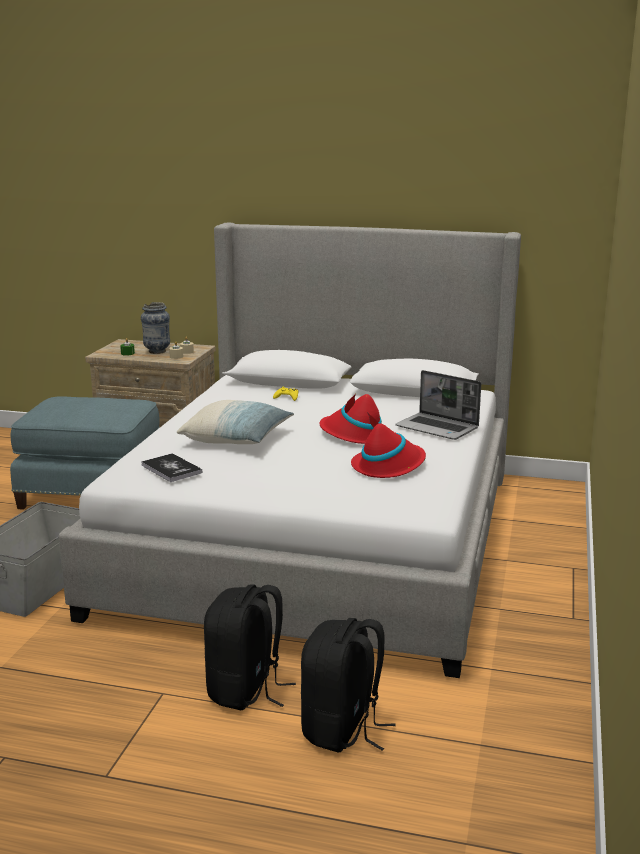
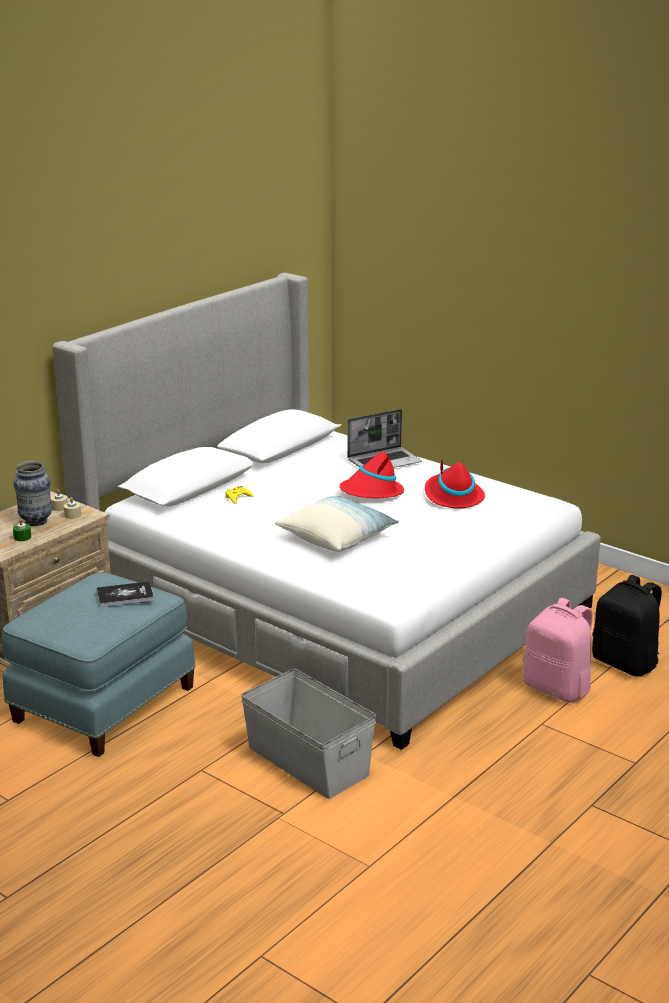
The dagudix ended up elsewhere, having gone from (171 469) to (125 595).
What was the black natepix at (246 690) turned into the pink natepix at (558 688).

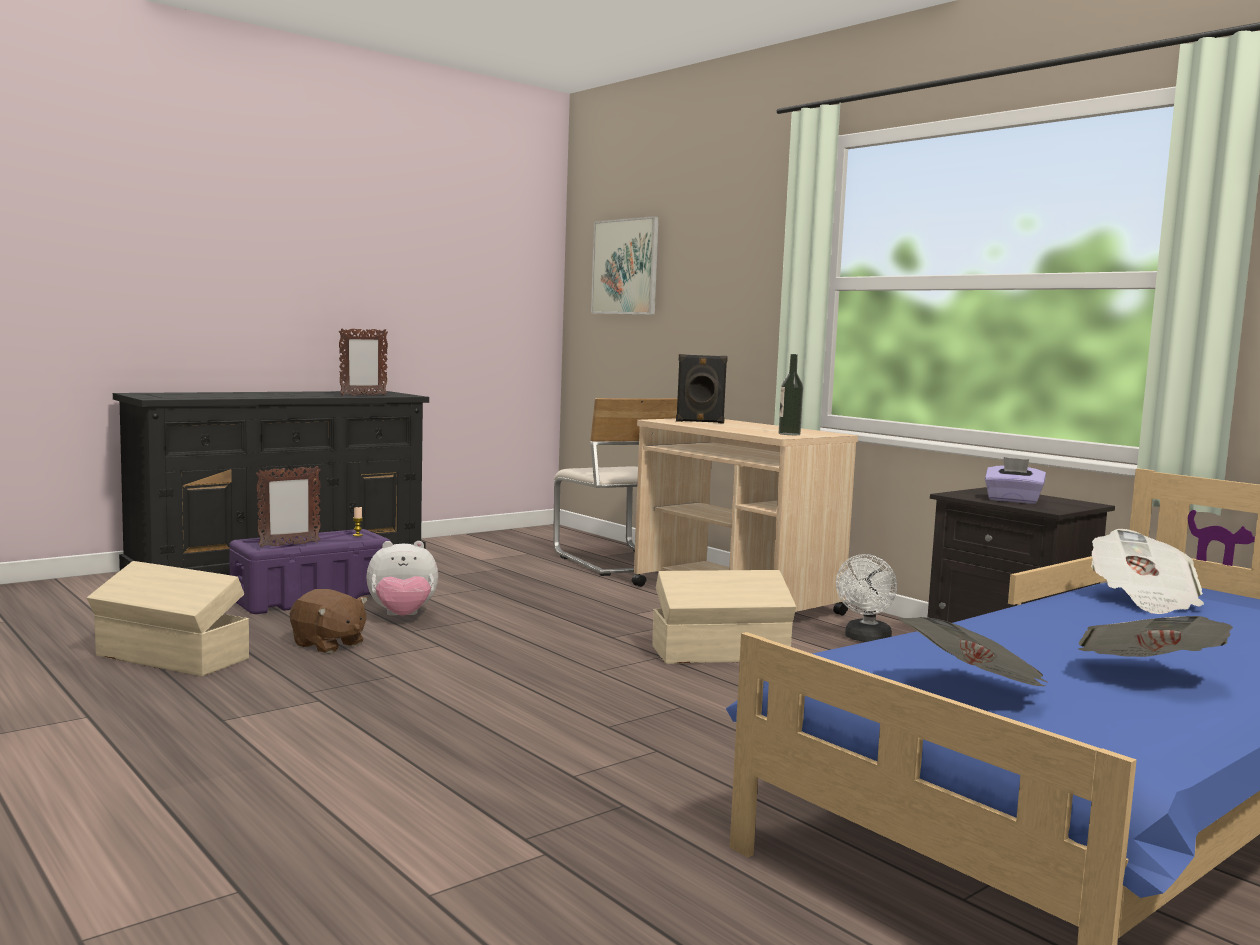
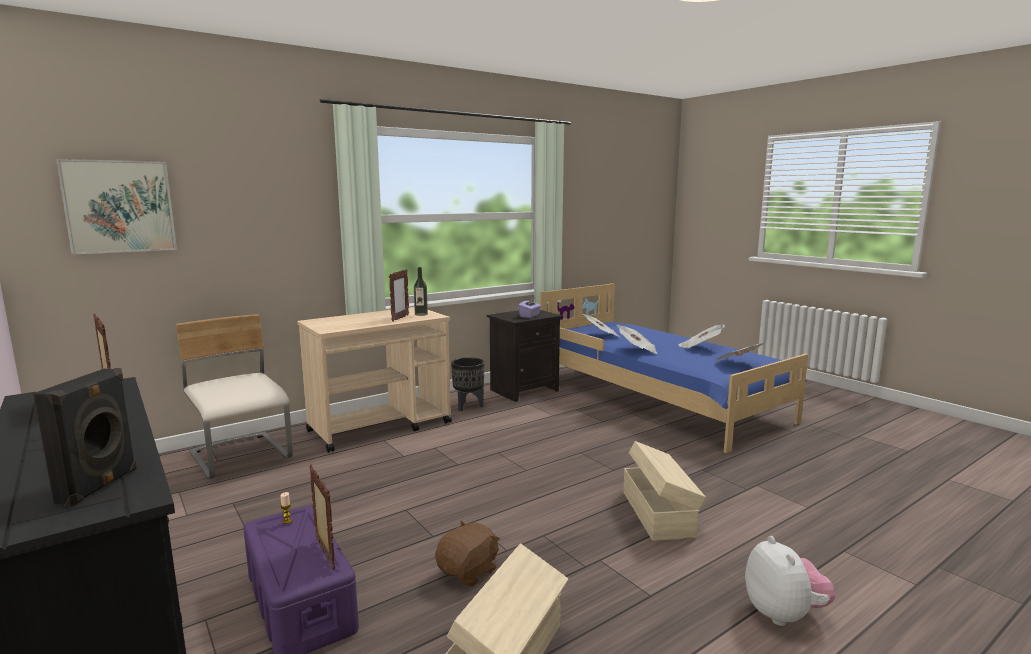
The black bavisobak ended up elsewhere, having gone from (700 422) to (100 486).
The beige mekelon at (614 561) ended up facing another way, 105 degrees counterclockwise from before.
The second view gained the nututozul at (400 318).
Where the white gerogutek stood at (866 639), the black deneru came to stand at (468 406).
The second view gained the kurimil at (637 350).
The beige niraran ended up elsewhere, having gone from (722 654) to (658 513).
The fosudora ended up elsewhere, having gone from (402 616) to (784 614).

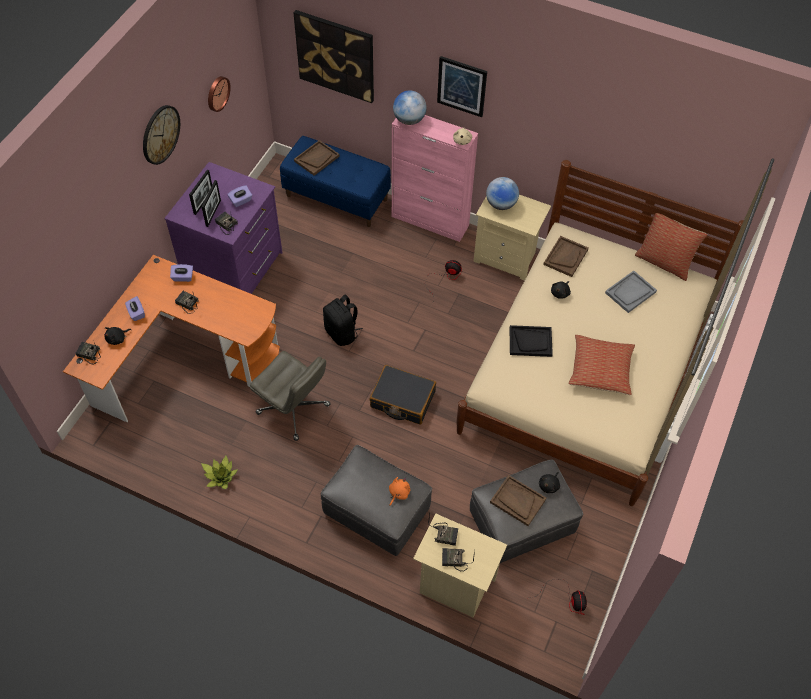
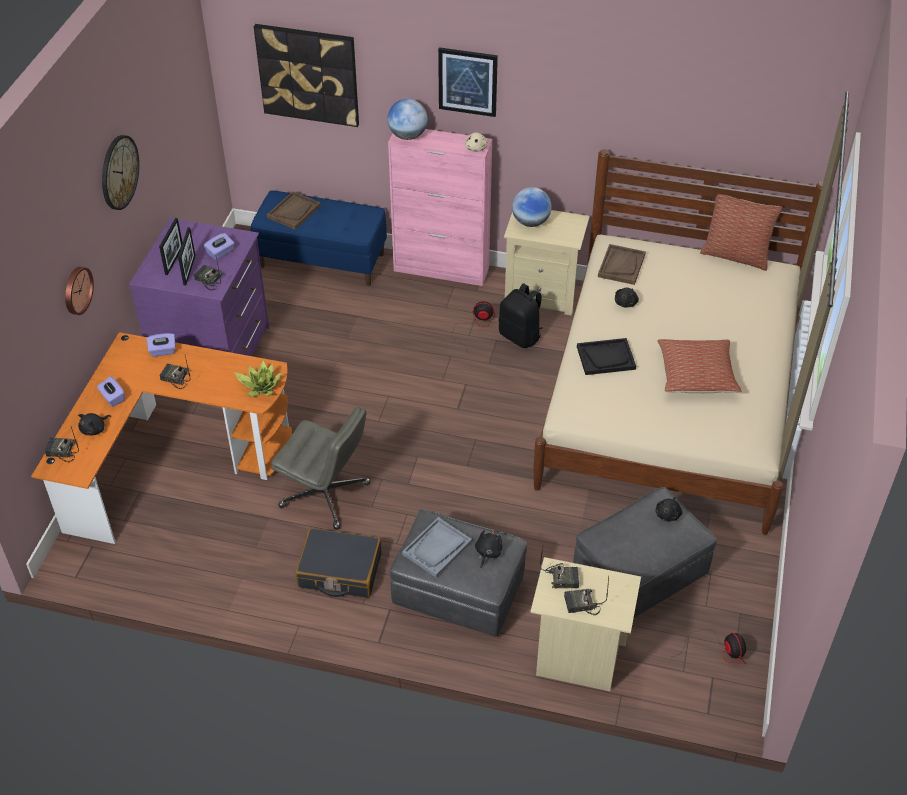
The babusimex ended up elsewhere, having gone from (217 93) to (76 290).
The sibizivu ended up elsewhere, having gone from (220 476) to (260 386).
The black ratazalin ended up elsewhere, having gone from (402 400) to (340 571).
The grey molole ended up elsewhere, having gone from (630 292) to (437 548).
What was the orange fosudora at (398 493) turned into the black fosudora at (487 552).
The black natepix ended up elsewhere, having gone from (342 333) to (520 336).
The second view lost the brown molole at (517 501).

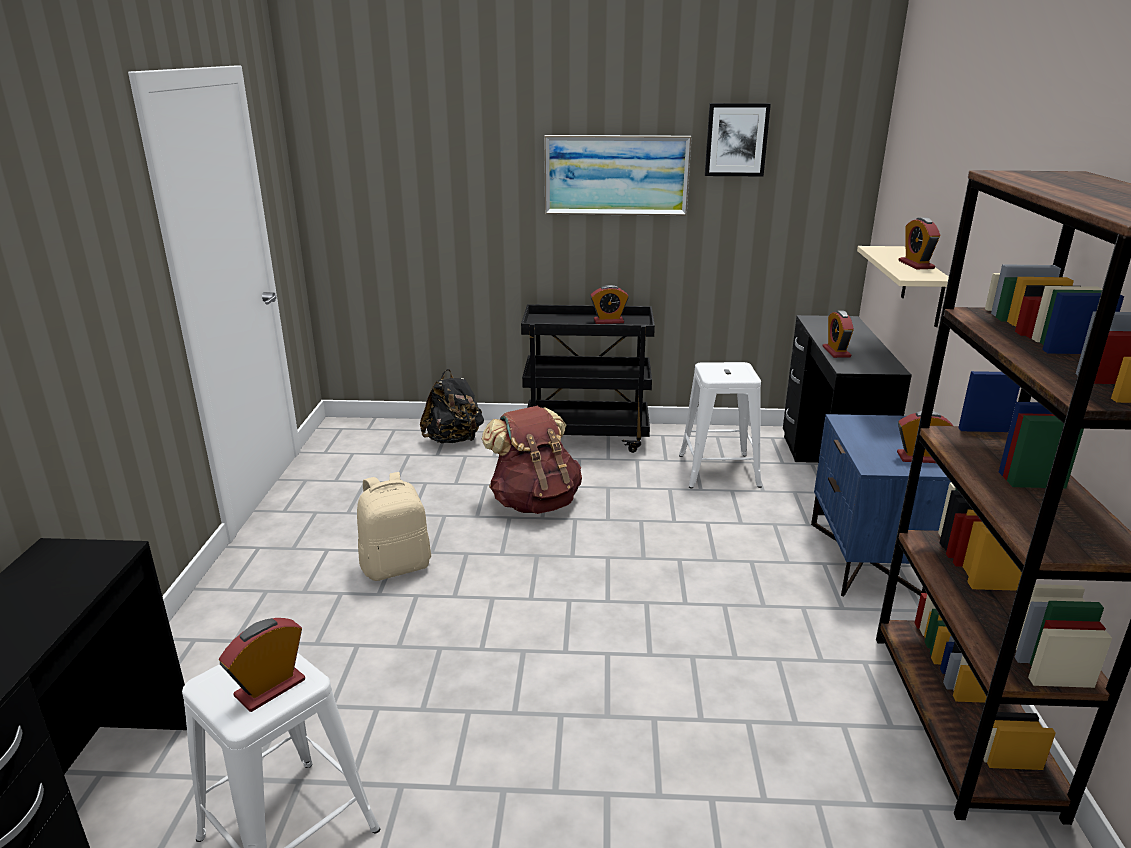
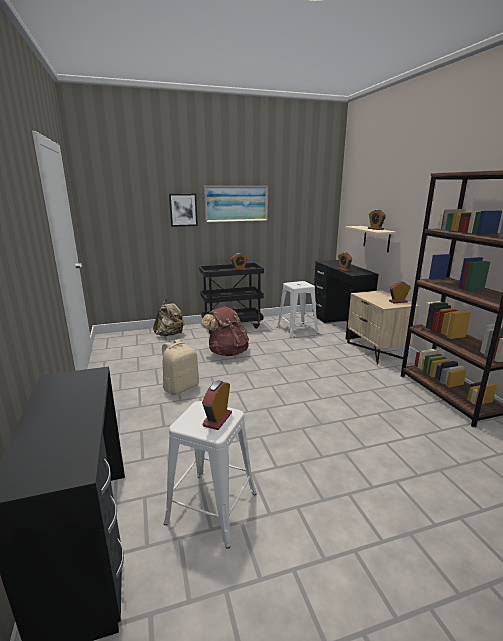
What was the black natepix at (454 440) turned into the beige natepix at (170 334).
The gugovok ended up elsewhere, having gone from (736 140) to (183 210).
What was the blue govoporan at (867 559) turned into the beige govoporan at (376 351).

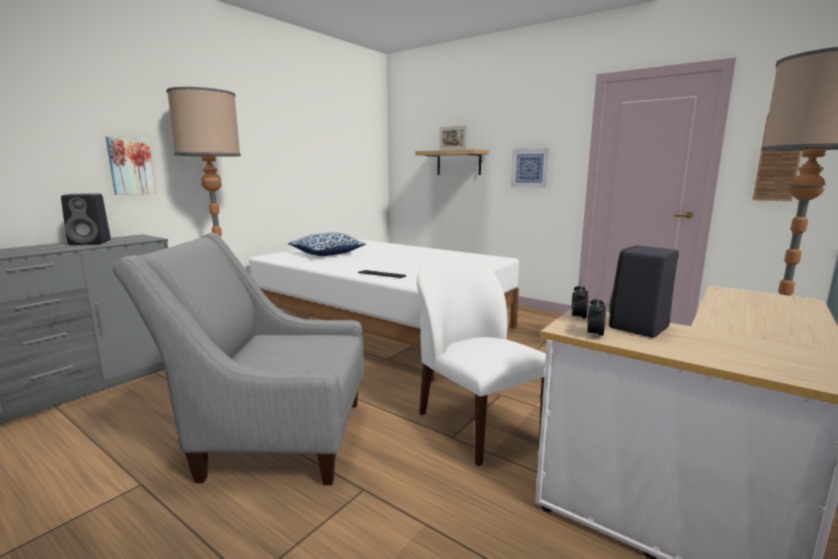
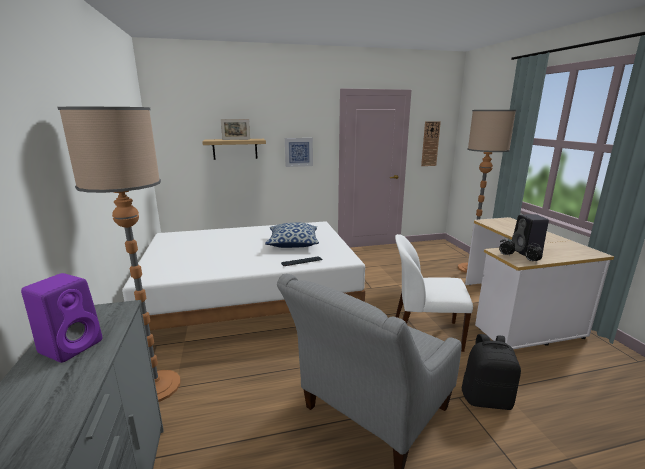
What was the black bavisobak at (92 242) turned into the purple bavisobak at (72 345).
The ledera ended up elsewhere, having gone from (327 254) to (293 243).
The second view gained the black natepix at (486 398).
The second view lost the gugovok at (130 166).

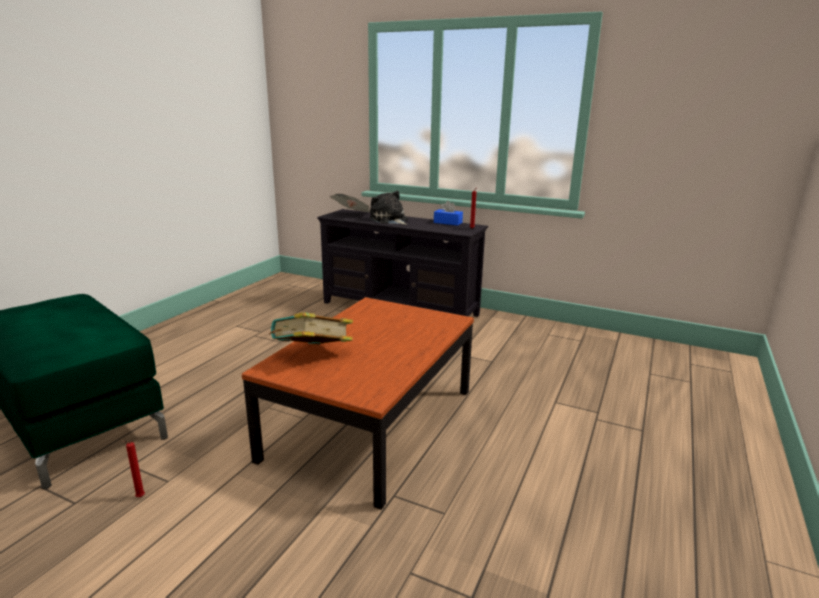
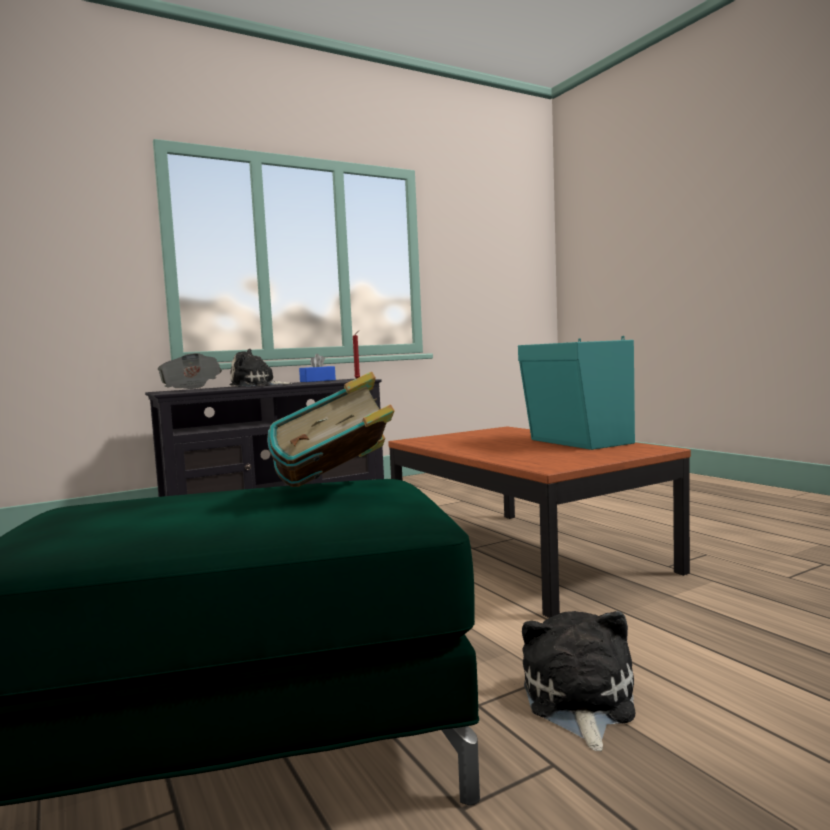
The dagudix ended up elsewhere, having gone from (312 355) to (335 491).
The second view gained the turquoise bavisobak at (578 442).
Where the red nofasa stood at (139 497), the fosudora came to stand at (578 702).

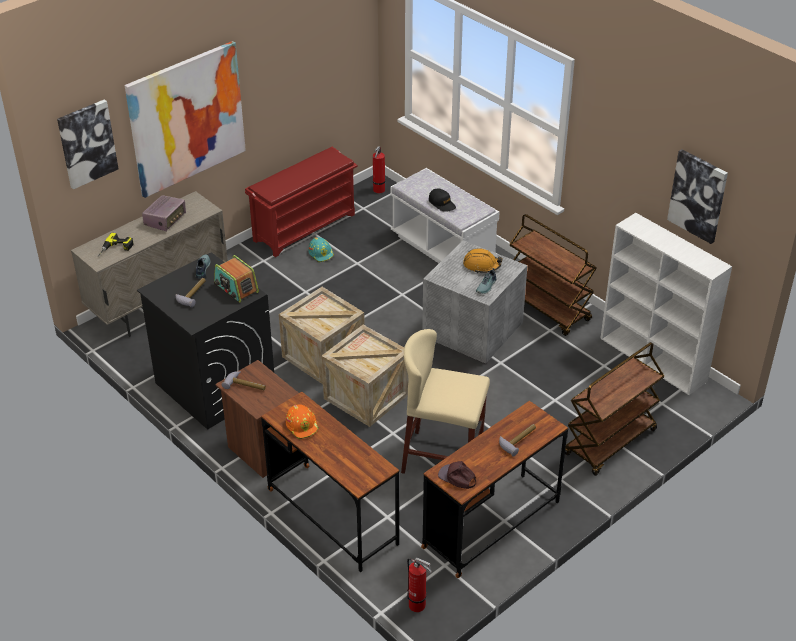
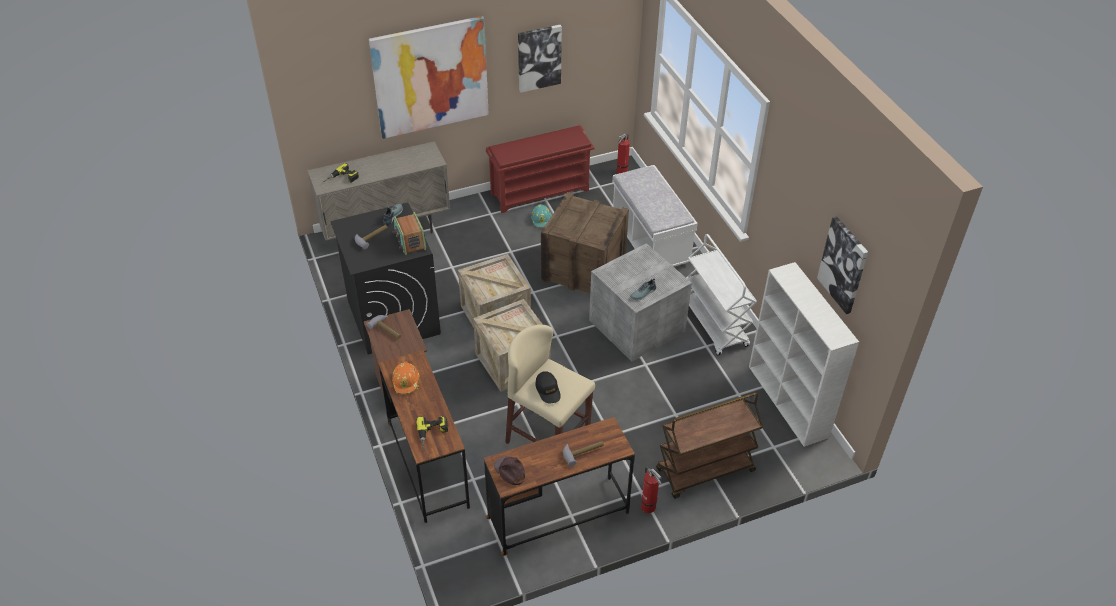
The second view gained the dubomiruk at (433 435).
The gugovok ended up elsewhere, having gone from (87 143) to (539 57).
The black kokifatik ended up elsewhere, having gone from (442 203) to (548 390).
The second view gained the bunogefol at (583 269).
The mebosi ended up elsewhere, having gone from (418 606) to (649 508).
What was the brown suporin at (547 309) turned into the white suporin at (714 325).
The second view lost the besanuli at (165 220).
The second view lost the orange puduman at (481 265).

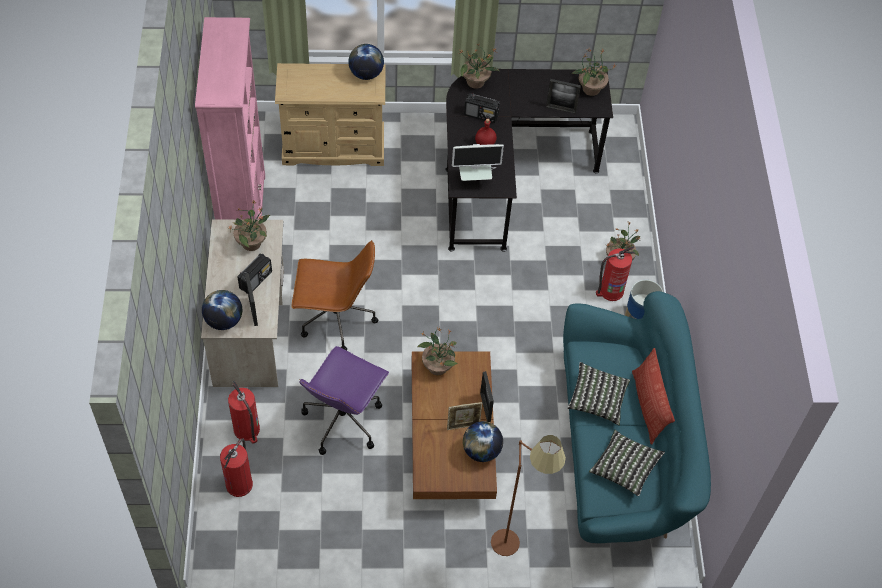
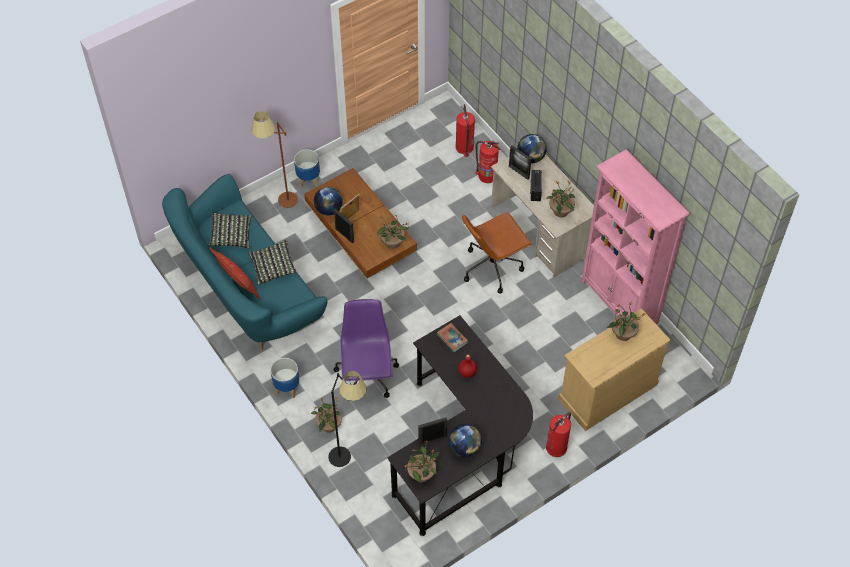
The second view gained the deneru at (308 180).
The second view gained the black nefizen at (350 456).
The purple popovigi ended up elsewhere, having gone from (343 419) to (367 377).
Where the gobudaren stood at (474 179), the dagudix came to stand at (452 338).
The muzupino ended up elsewhere, having gone from (366 74) to (464 448).
The mebosi ended up elsewhere, having gone from (610 291) to (557 447).
The sibizivu ended up elsewhere, having gone from (476 82) to (622 334).
The second view lost the besanuli at (481 115).

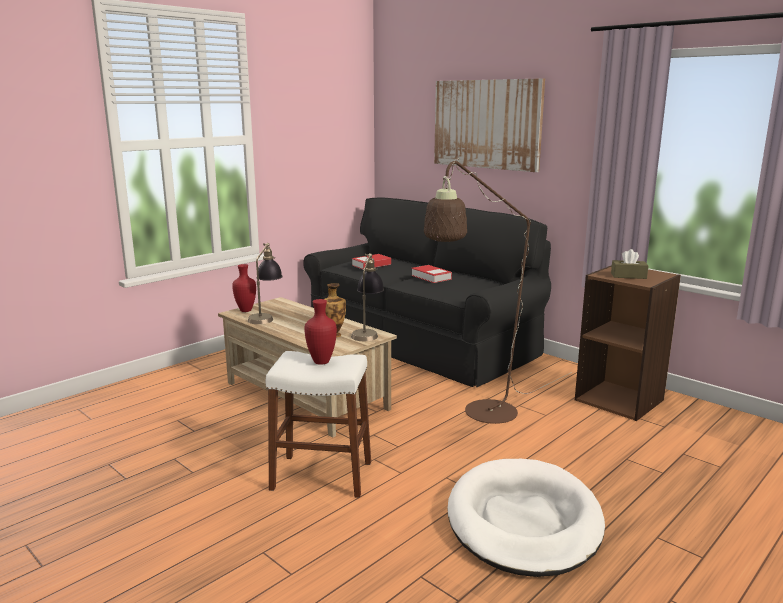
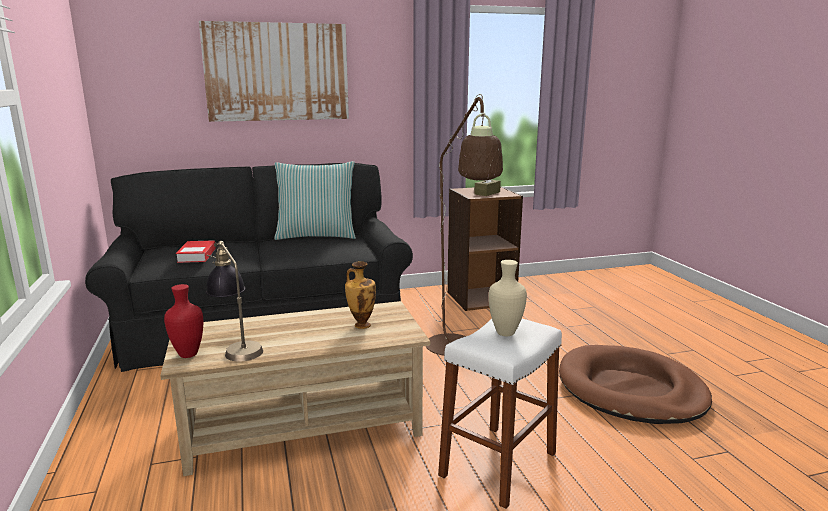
The second view gained the ledera at (316 236).
What was the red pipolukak at (320 362) turned into the beige pipolukak at (505 333).
What was the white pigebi at (523 521) turned into the brown pigebi at (630 390).
The second view lost the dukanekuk at (367 332).
The second view lost the dagudix at (431 277).

